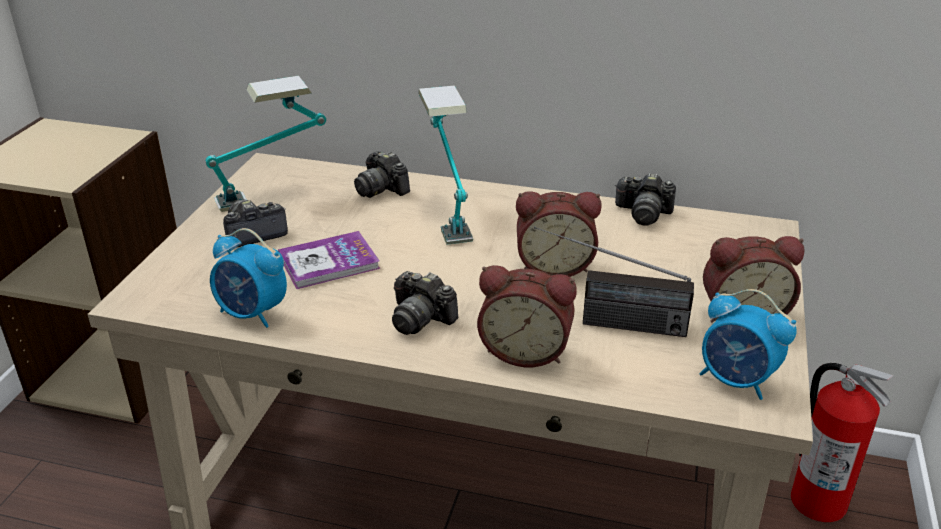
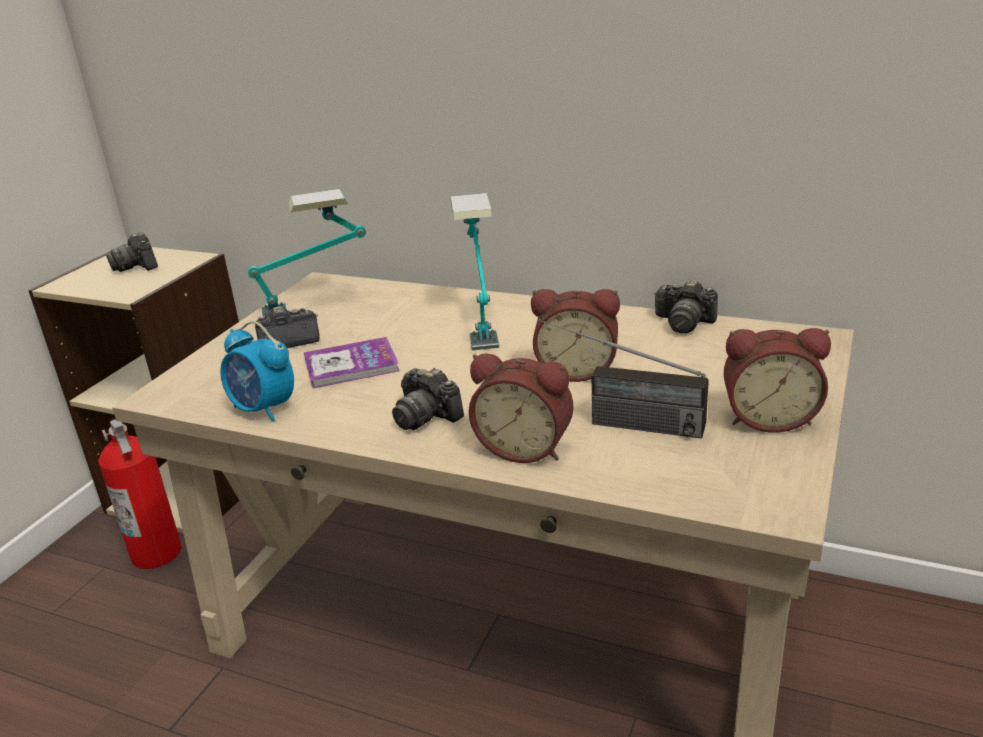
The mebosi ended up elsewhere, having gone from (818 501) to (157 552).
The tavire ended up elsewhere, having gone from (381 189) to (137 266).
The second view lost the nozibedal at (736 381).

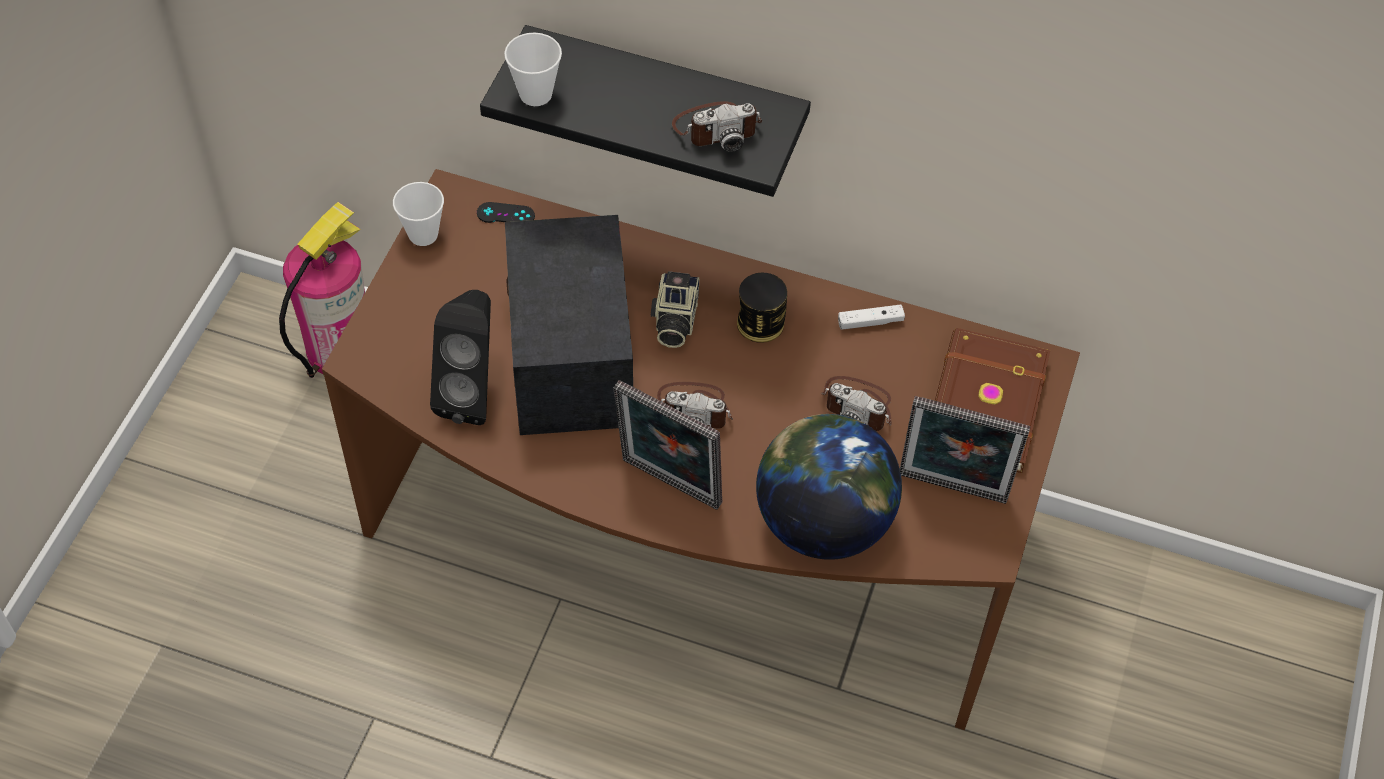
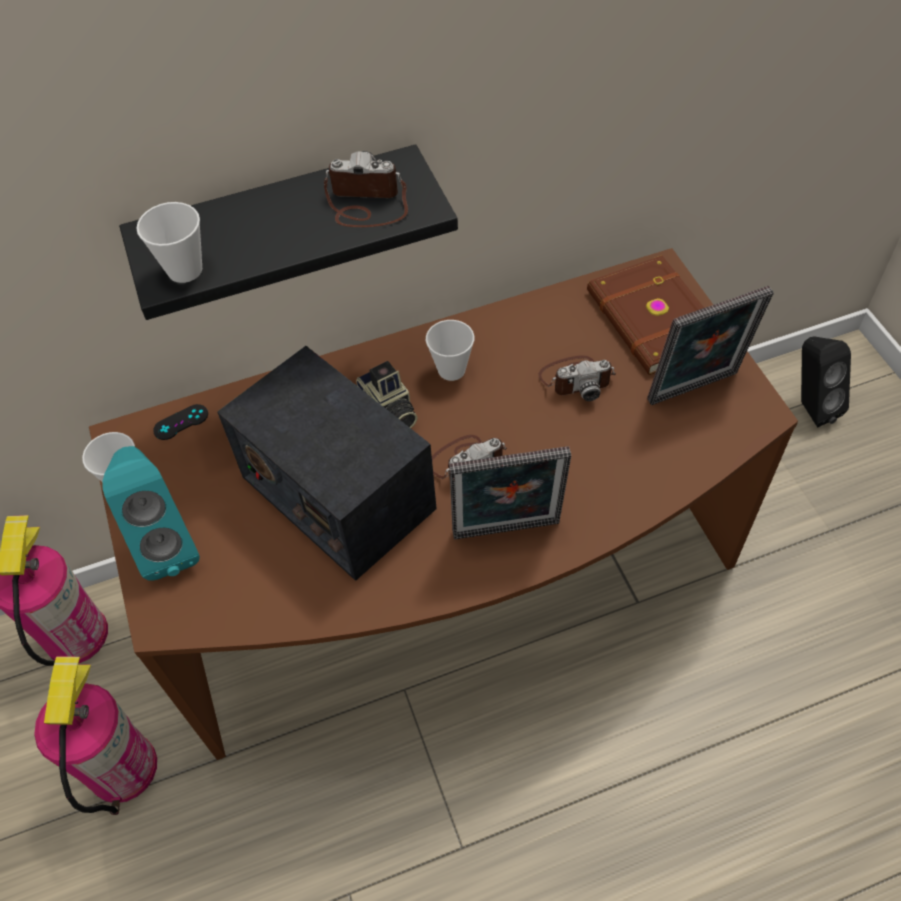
The second view gained the mebosi at (122 768).
The second view gained the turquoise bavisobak at (167 544).
The tavire at (716 128) ended up facing another way, 120 degrees counterclockwise from before.
Where the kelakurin stood at (760 323), the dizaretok came to stand at (451 370).
The black bavisobak ended up elsewhere, having gone from (472 393) to (809 406).
The second view lost the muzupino at (822 522).
The second view lost the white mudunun at (870 322).

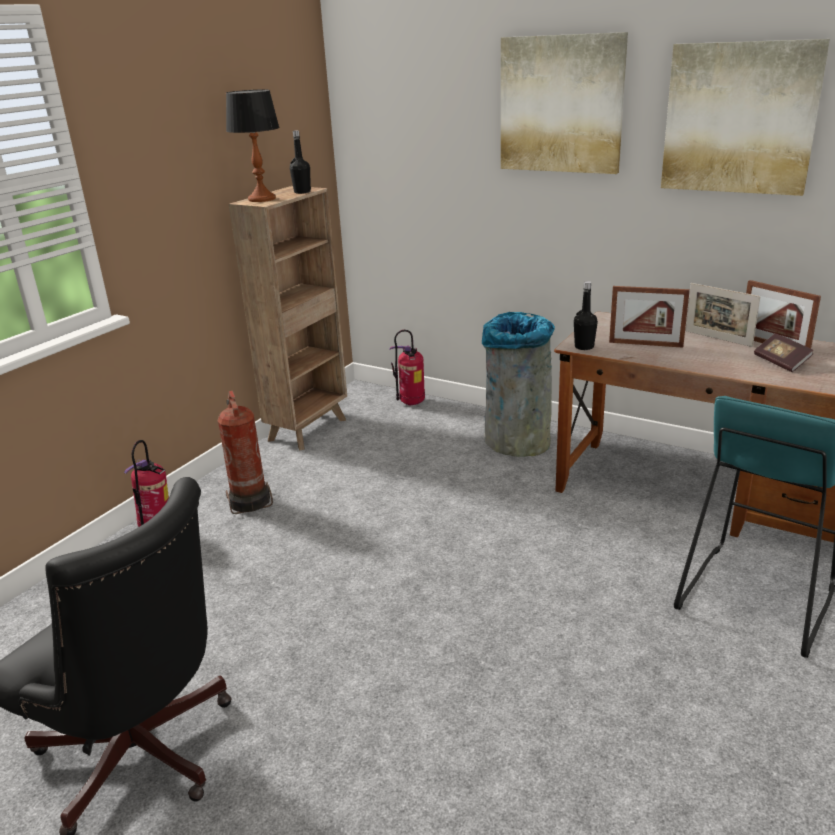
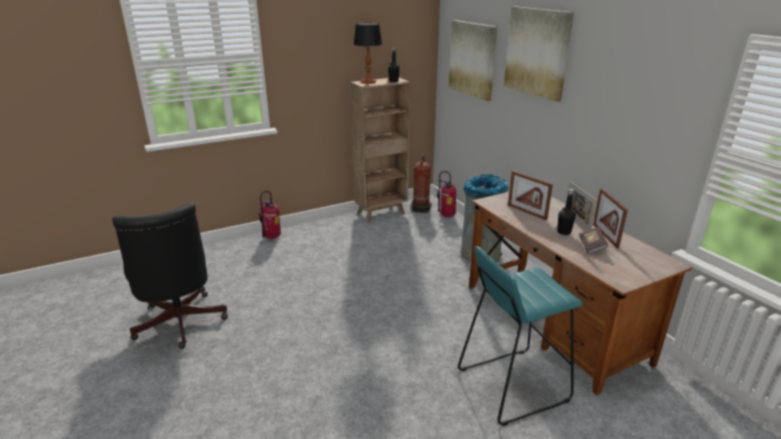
The mebosi ended up elsewhere, having gone from (250 501) to (421 208).
The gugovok ended up elsewhere, having gone from (739 118) to (472 59).
The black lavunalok ended up elsewhere, having gone from (584 347) to (564 232).

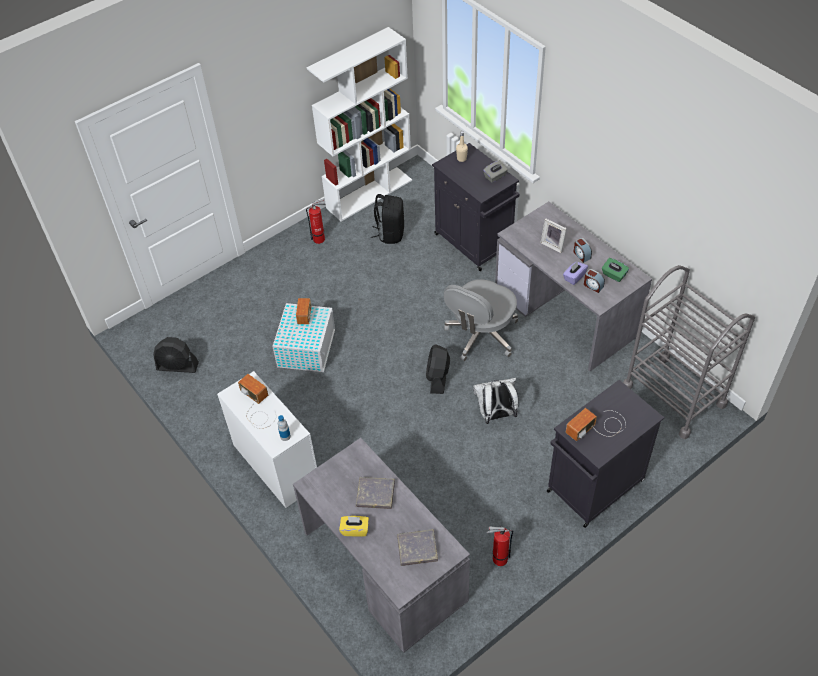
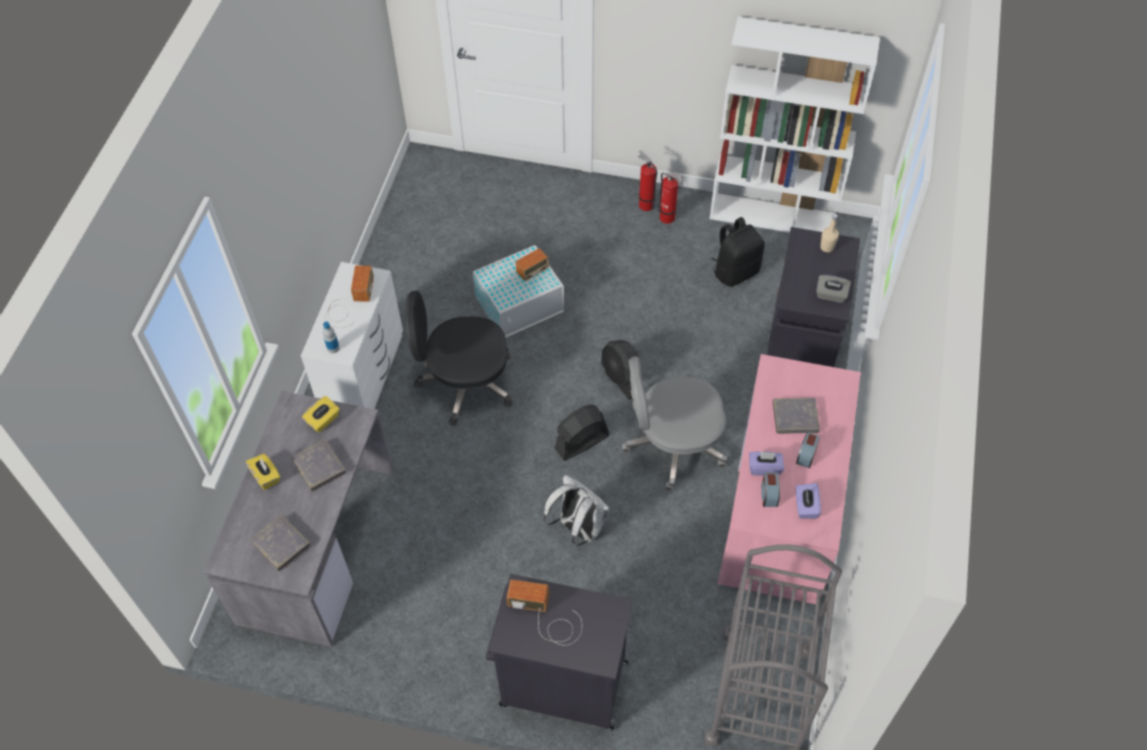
The second view gained the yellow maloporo at (323 420).
The second view gained the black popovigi at (465 383).
The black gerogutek ended up elsewhere, having gone from (177 366) to (621 378).
The mebosi ended up elsewhere, having gone from (498 559) to (645 204).
What was the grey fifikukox at (566 313) turned into the pink fifikukox at (782 509).
Where the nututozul stood at (553 245), the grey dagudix came to stand at (795 418).
What was the green maloporo at (613 275) turned into the purple maloporo at (805 506).

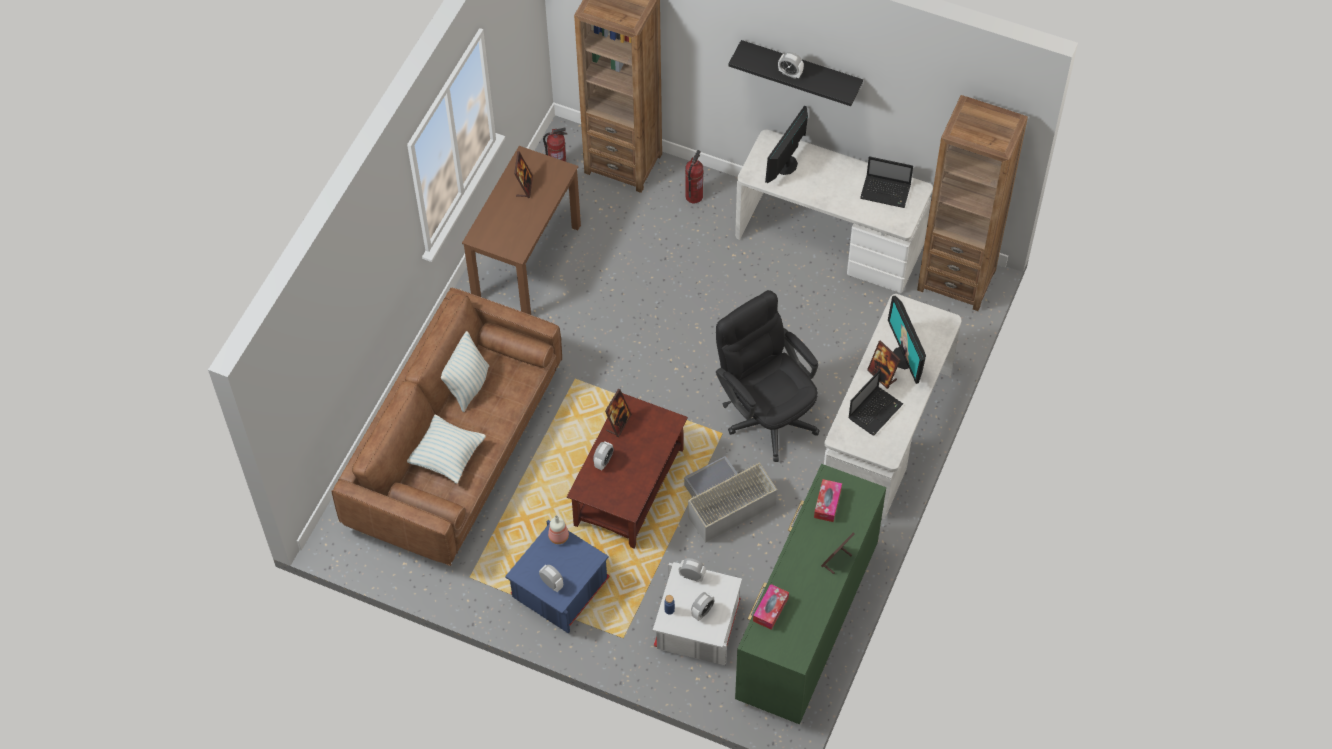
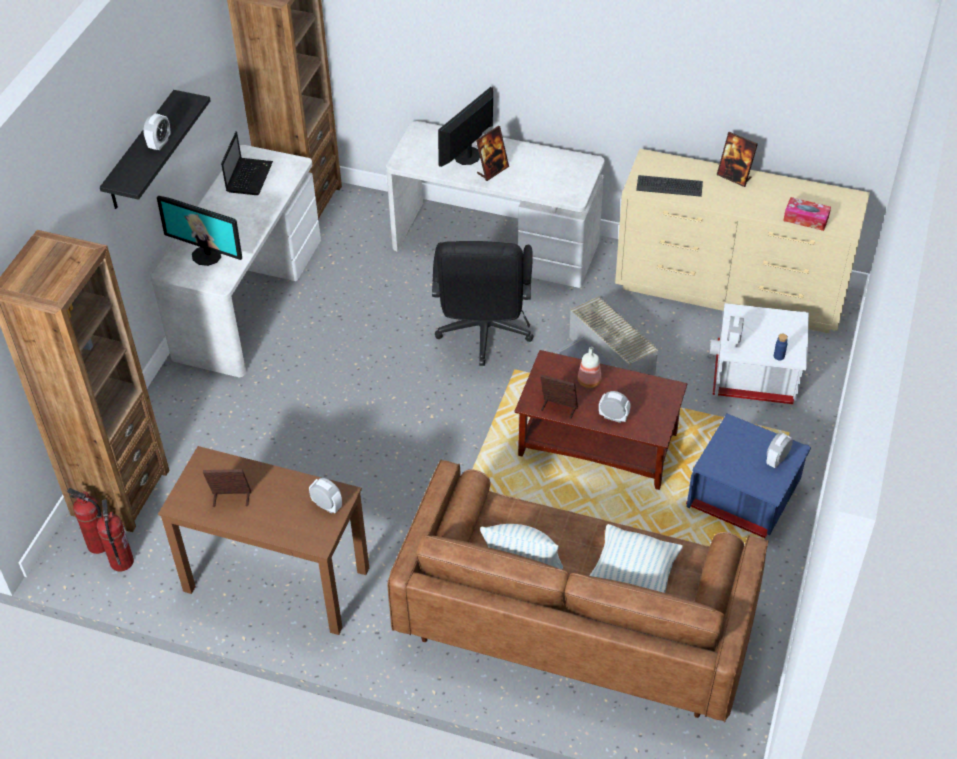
The mebosi ended up elsewhere, having gone from (693 196) to (98 544).
The nozibedal ended up elsewhere, having gone from (702 612) to (327 506).
The black popovigi at (766 413) ended up facing another way, 45 degrees counterclockwise from before.
The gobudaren at (904 357) ended up facing another way, 150 degrees clockwise from before.
The lavunalok ended up elsewhere, having gone from (559 536) to (588 380).
What was the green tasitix at (805 624) turned into the beige tasitix at (731 292).
Where the maloporo stood at (827 503), the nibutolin came to stand at (669 186).
The second view lost the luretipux at (875 410).

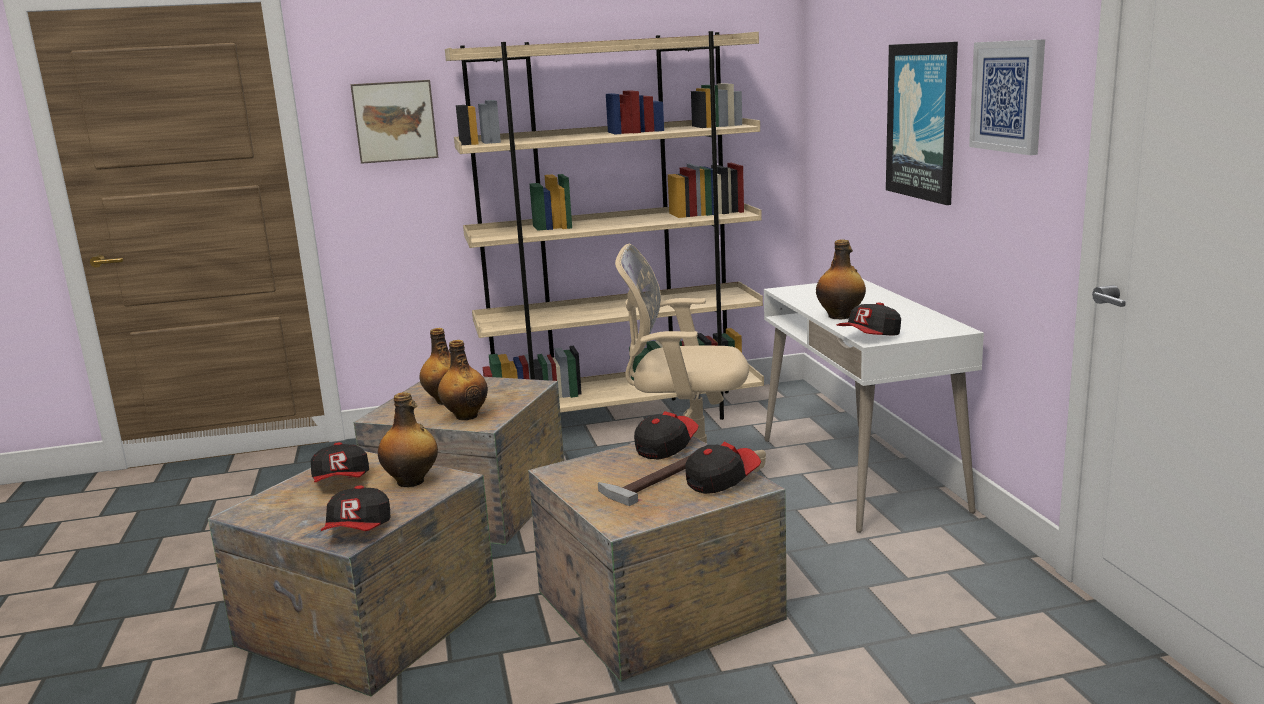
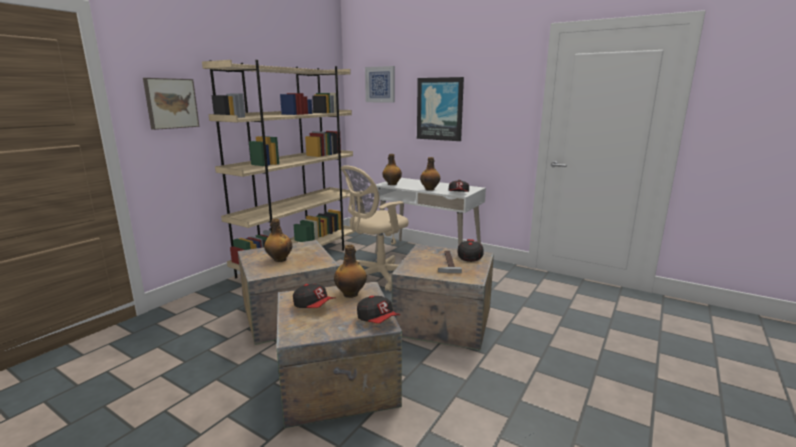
The gugovok ended up elsewhere, having gone from (1008 96) to (380 84).
The lavunalok ended up elsewhere, having gone from (466 416) to (392 184).
The second view lost the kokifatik at (665 447).

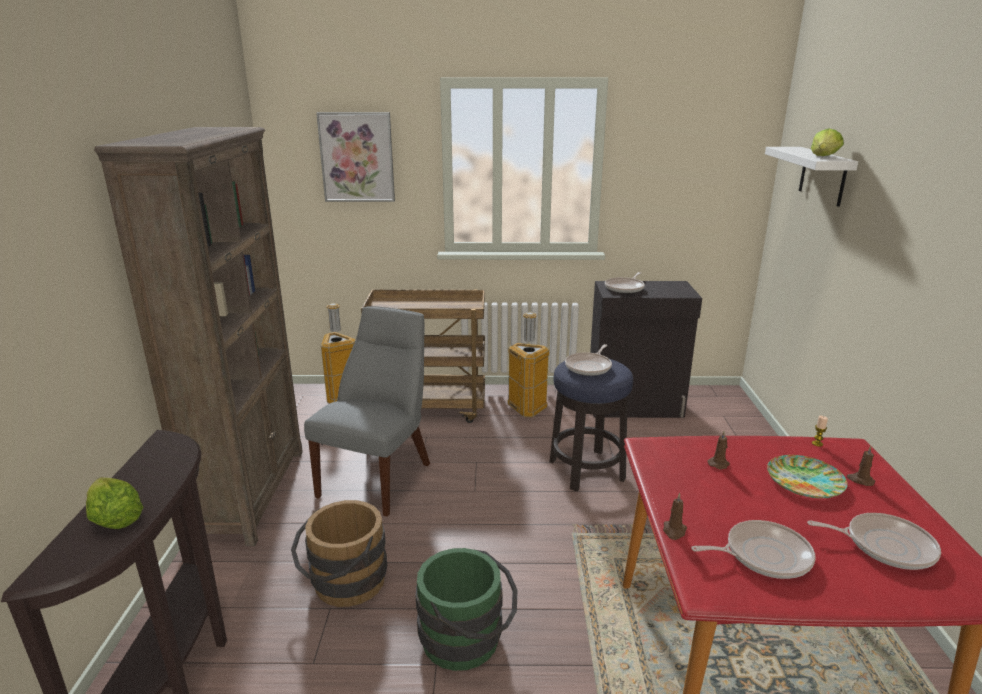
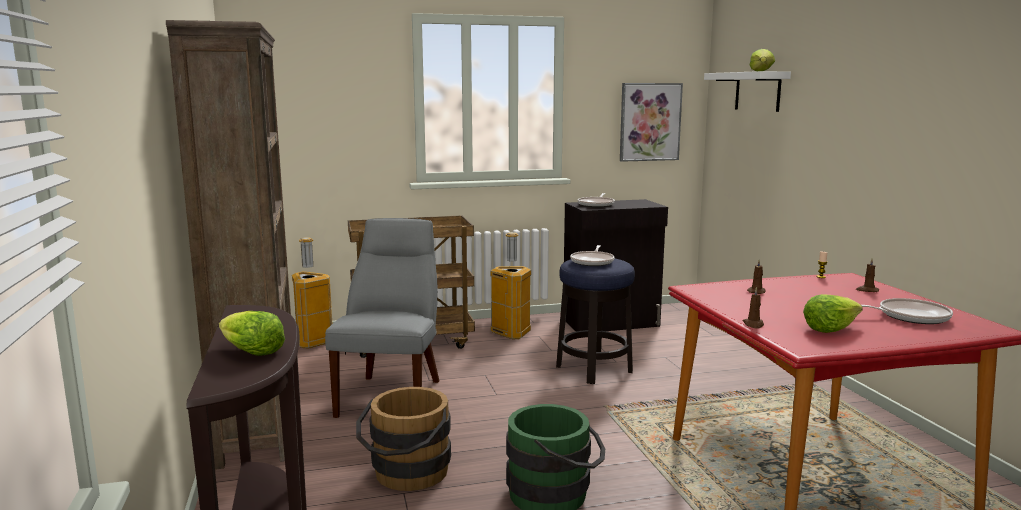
The gugovok ended up elsewhere, having gone from (357 157) to (649 122).
Where the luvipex stood at (763 555), the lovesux came to stand at (829 328).
The second view lost the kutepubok at (804 481).

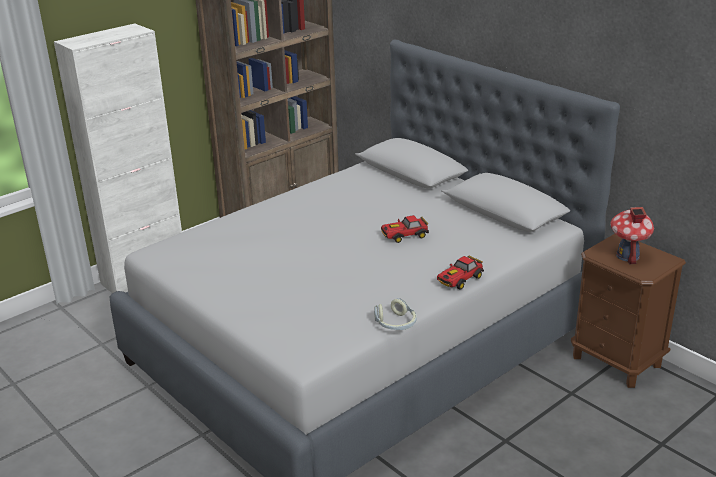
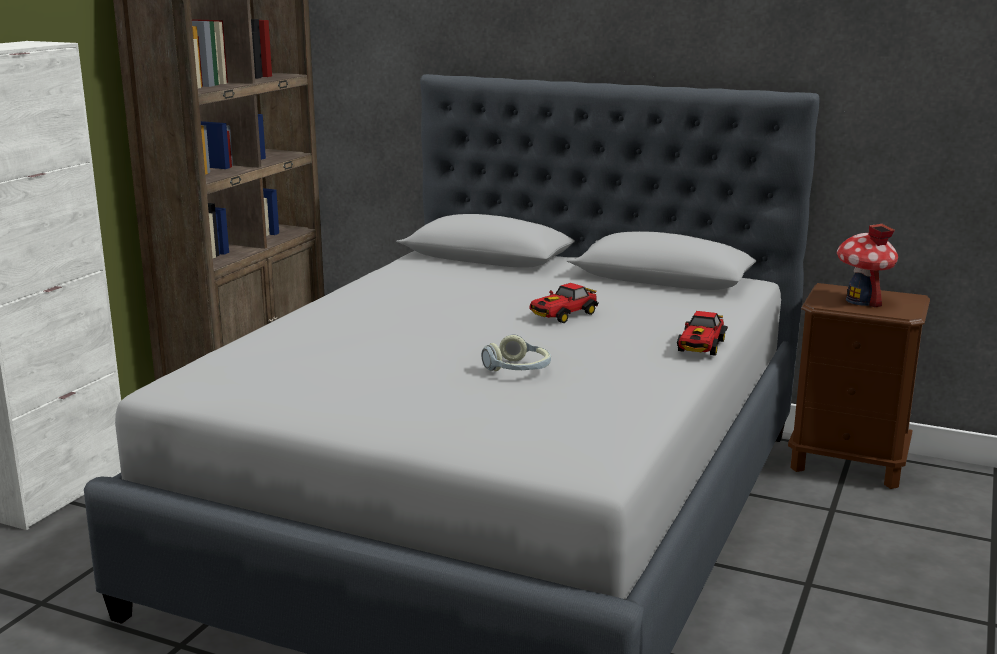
The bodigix ended up elsewhere, having gone from (396 324) to (518 370).

